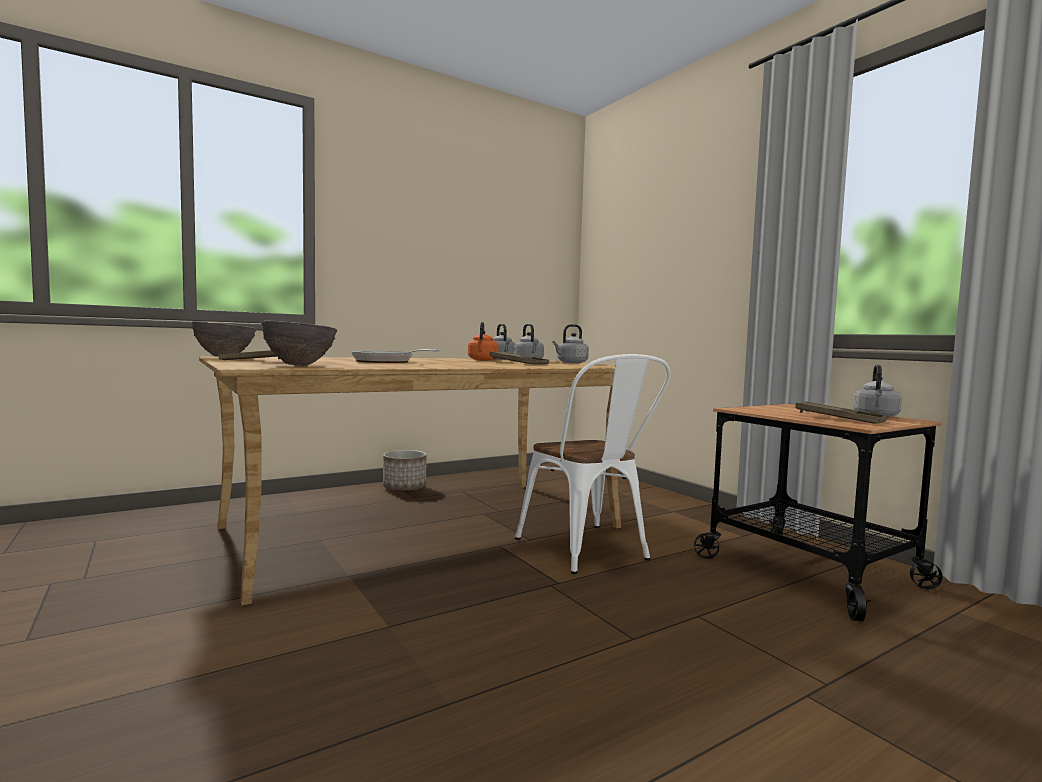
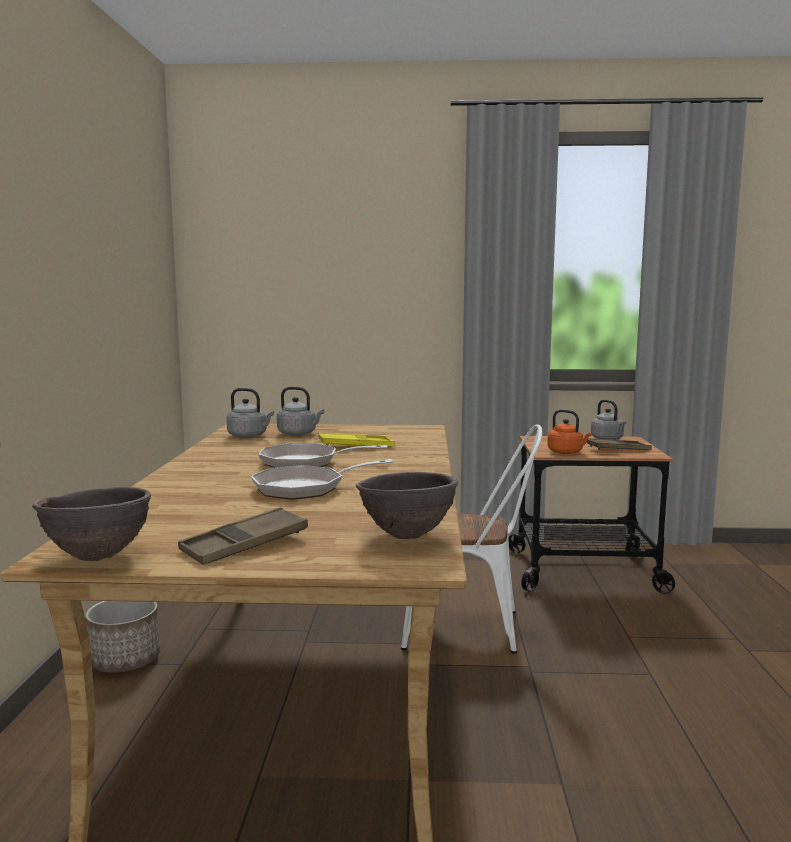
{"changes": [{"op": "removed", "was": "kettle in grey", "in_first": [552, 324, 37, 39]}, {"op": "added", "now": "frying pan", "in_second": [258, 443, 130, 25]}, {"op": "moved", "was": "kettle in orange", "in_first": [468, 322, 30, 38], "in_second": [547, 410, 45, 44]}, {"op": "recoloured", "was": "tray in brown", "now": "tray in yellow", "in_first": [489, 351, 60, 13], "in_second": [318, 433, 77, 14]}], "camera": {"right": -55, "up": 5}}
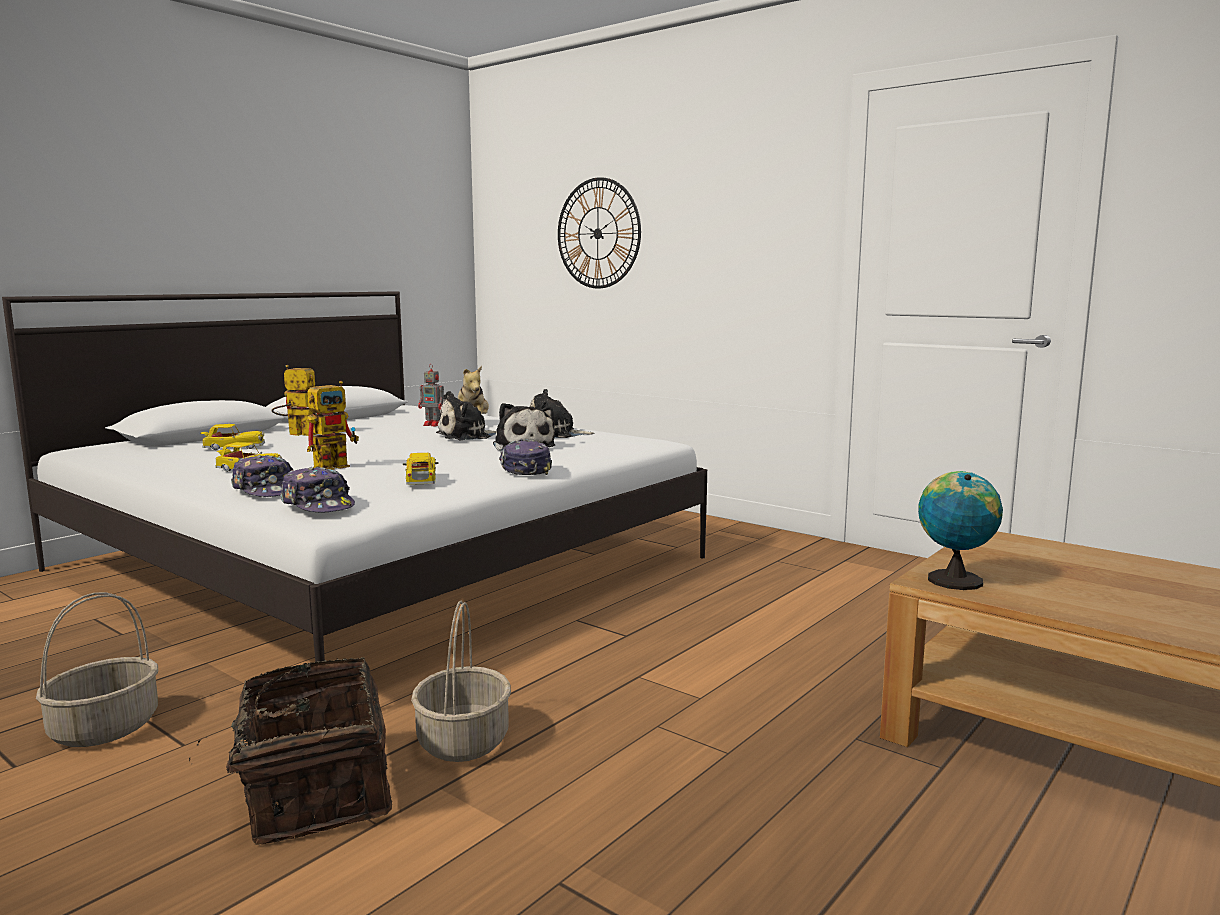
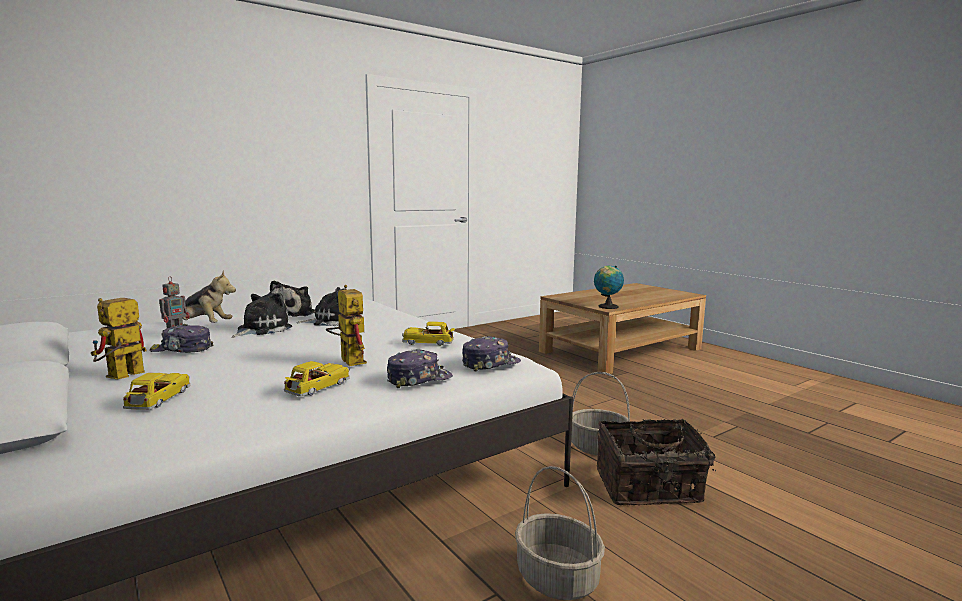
{"changes": [{"op": "removed", "was": "wall clock", "in_first": [558, 177, 83, 112]}, {"op": "moved", "was": "cap", "in_first": [499, 439, 53, 36], "in_second": [150, 324, 63, 29]}, {"op": "turned", "was": "plush toy", "in_first": [436, 391, 61, 49], "in_second": [232, 293, 60, 45], "clockwise": -135}], "camera": {"right": -75, "up": 0}}
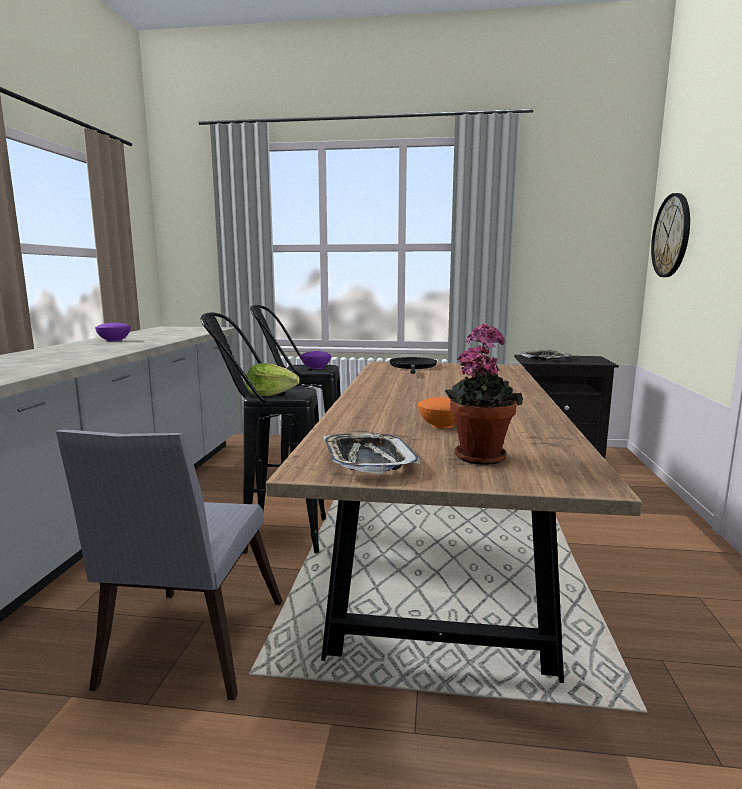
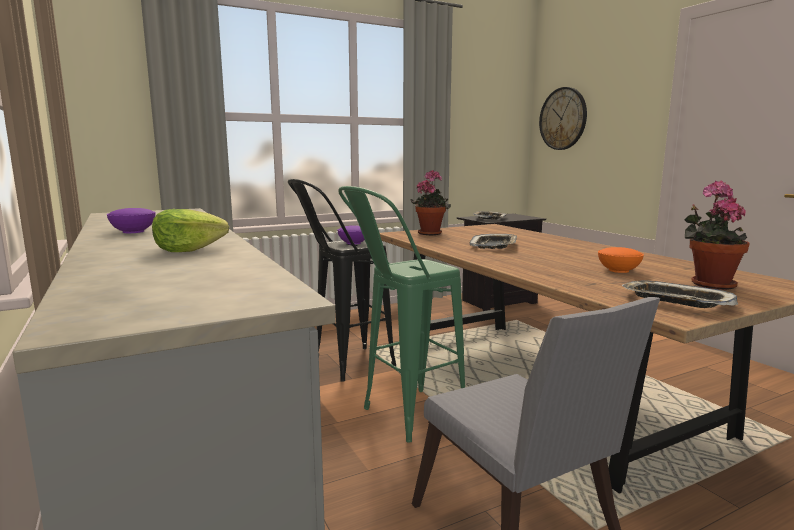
{"changes": [{"op": "added", "now": "tray", "in_second": [469, 234, 48, 15]}, {"op": "moved", "was": "lettuce", "in_first": [246, 363, 54, 33], "in_second": [152, 209, 77, 43]}, {"op": "replaced", "was": "frying pan in black", "now": "potted plant", "in_first": [389, 357, 48, 17], "in_second": [411, 170, 40, 65]}, {"op": "recoloured", "was": "stool in black", "now": "stool in green", "in_first": [200, 312, 126, 242], "in_second": [338, 186, 127, 257]}], "camera": {"right": -35, "up": 0}}
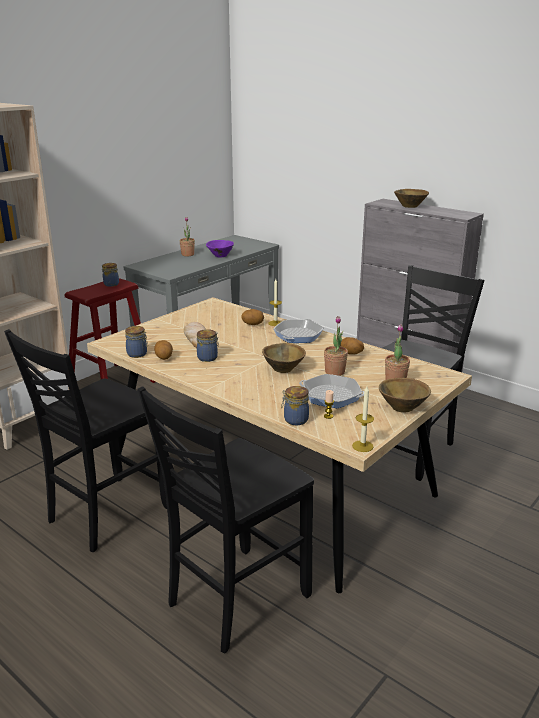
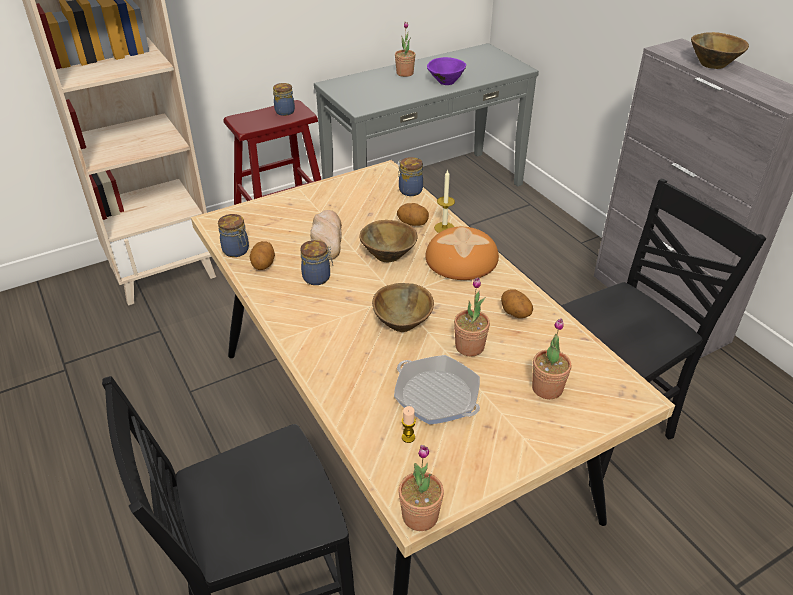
{"changes": [{"op": "removed", "was": "chair in black", "in_first": [4, 329, 163, 223]}, {"op": "moved", "was": "jar", "in_first": [281, 386, 28, 39], "in_second": [398, 157, 25, 39]}, {"op": "moved", "was": "bowl in brown", "in_first": [379, 378, 52, 35], "in_second": [360, 220, 58, 42]}, {"op": "replaced", "was": "frying pan", "now": "bread", "in_first": [273, 319, 51, 24], "in_second": [425, 227, 74, 53]}, {"op": "replaced", "was": "candle", "now": "potted plant", "in_first": [352, 386, 22, 66], "in_second": [399, 445, 45, 86]}], "camera": {"right": 20, "up": 15}}
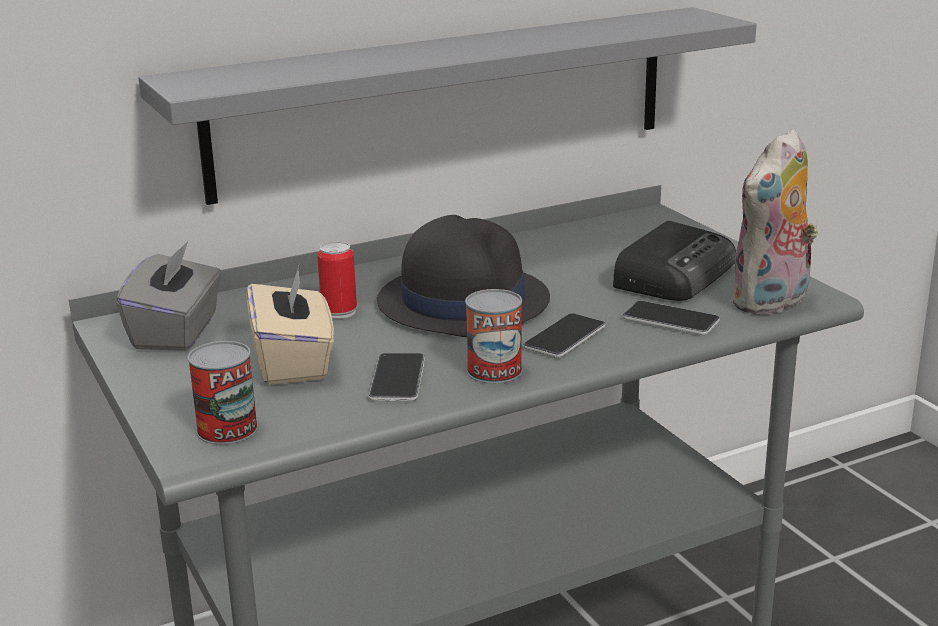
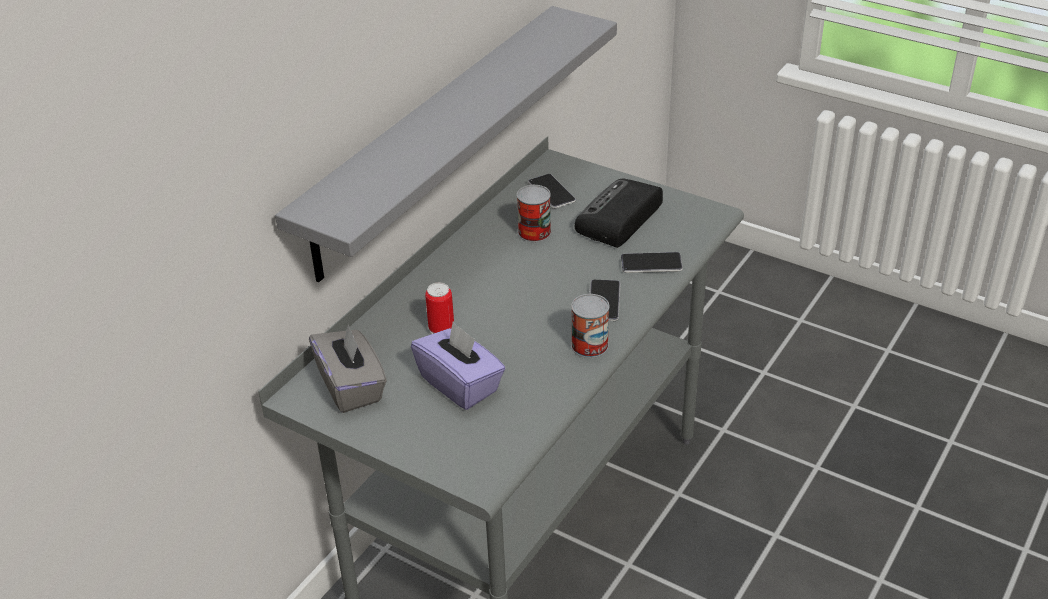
{"changes": [{"op": "removed", "was": "hat in black", "in_first": [377, 215, 173, 122]}, {"op": "removed", "was": "plush toy", "in_first": [730, 129, 88, 186]}, {"op": "moved", "was": "can", "in_first": [188, 341, 70, 104], "in_second": [517, 185, 34, 57]}, {"op": "moved", "was": "phone", "in_first": [368, 353, 57, 48], "in_second": [528, 174, 48, 35]}, {"op": "recoloured", "was": "tissue box in beige", "now": "tissue box in purple", "in_first": [246, 266, 88, 119], "in_second": [411, 321, 95, 89]}, {"op": "turned", "was": "radio", "in_first": [613, 221, 123, 80], "in_second": [575, 179, 88, 69], "clockwise": -150}], "camera": {"right": -30, "up": 15}}
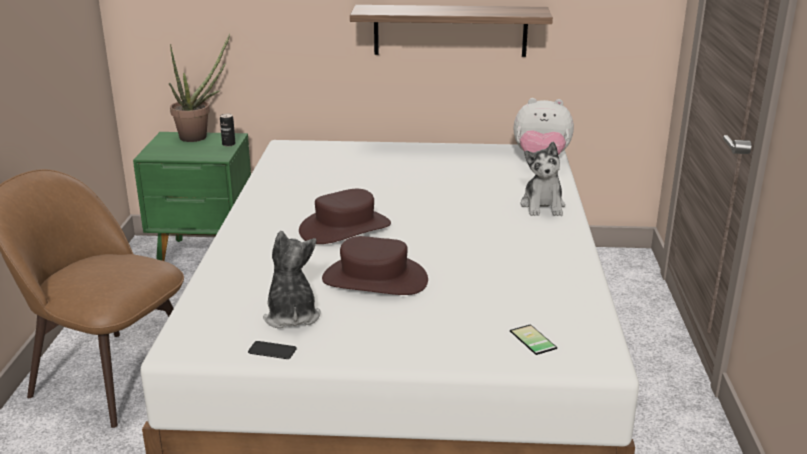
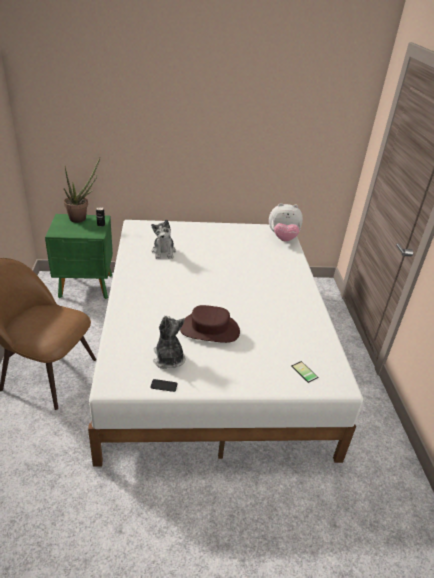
{"changes": [{"op": "removed", "was": "hat in brown", "in_first": [299, 189, 92, 55]}, {"op": "removed", "was": "shelf", "in_first": [350, 5, 203, 52]}, {"op": "moved", "was": "plush toy", "in_first": [521, 142, 44, 74], "in_second": [151, 219, 25, 40]}], "camera": {"right": -10, "up": 10}}
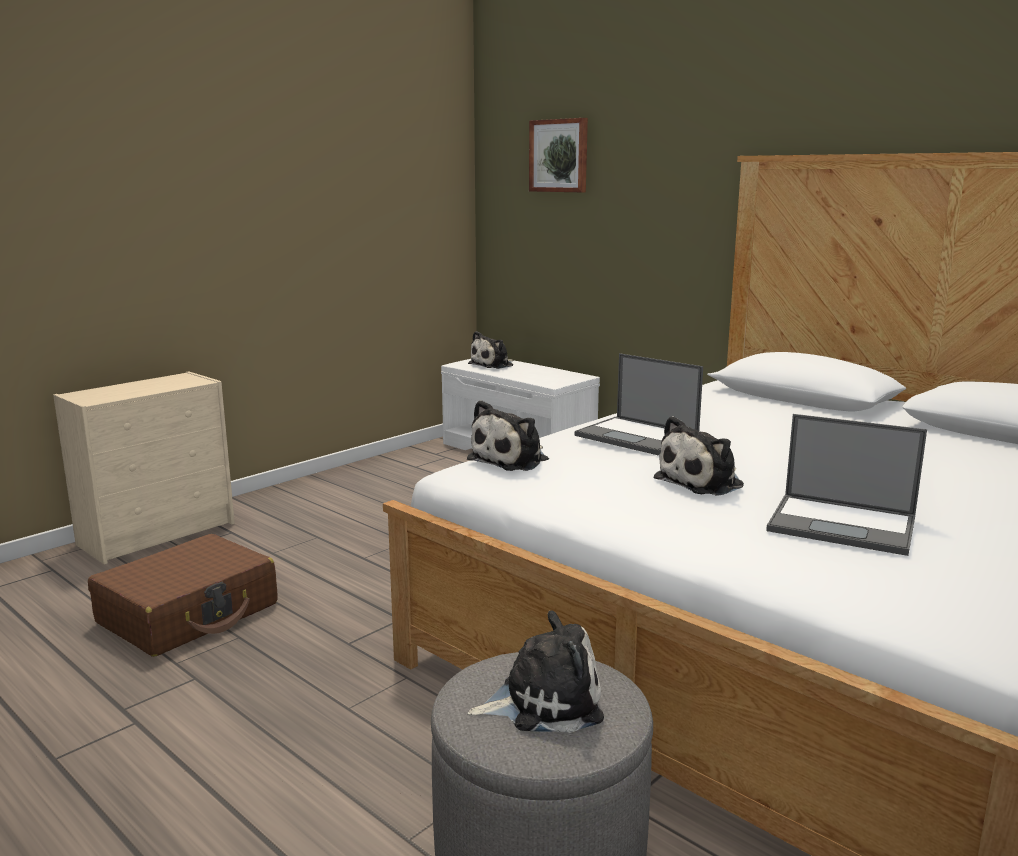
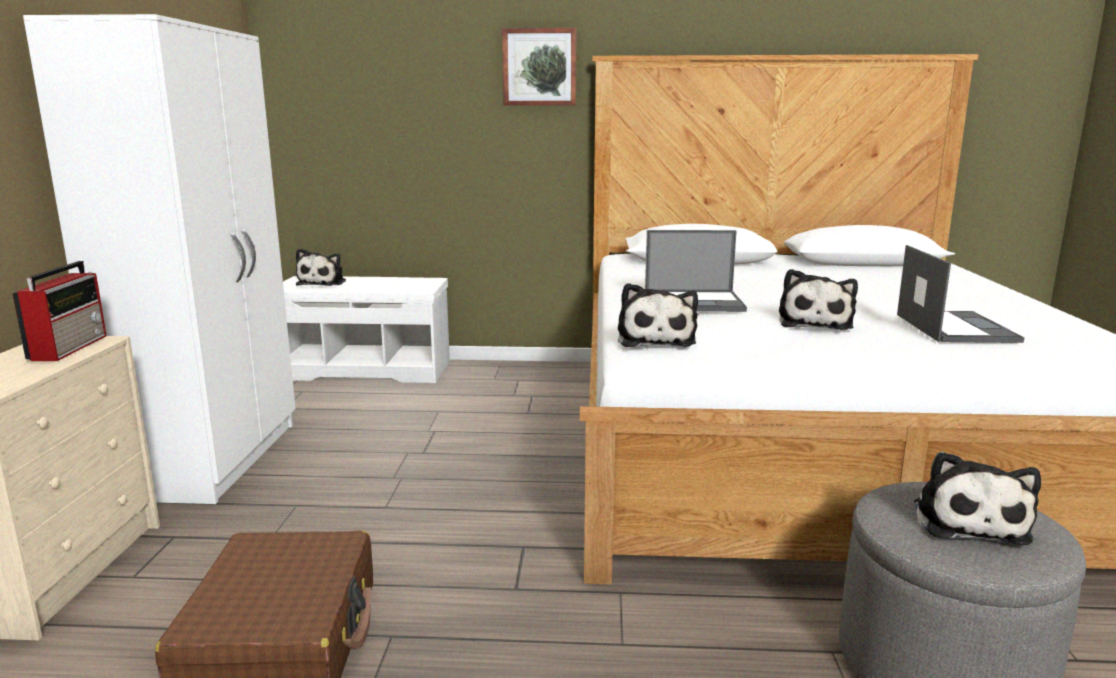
{"changes": [{"op": "added", "now": "radio", "in_second": [12, 261, 95, 100]}, {"op": "added", "now": "wardrobe in white", "in_second": [23, 14, 273, 490]}, {"op": "moved", "was": "picture", "in_first": [529, 118, 59, 74], "in_second": [502, 28, 75, 78]}, {"op": "turned", "was": "plush toy", "in_first": [467, 610, 137, 123], "in_second": [914, 451, 127, 95], "clockwise": 150}, {"op": "turned", "was": "laptop", "in_first": [766, 414, 161, 142], "in_second": [897, 245, 127, 98], "clockwise": -75}], "camera": {"right": -40, "up": 0}}
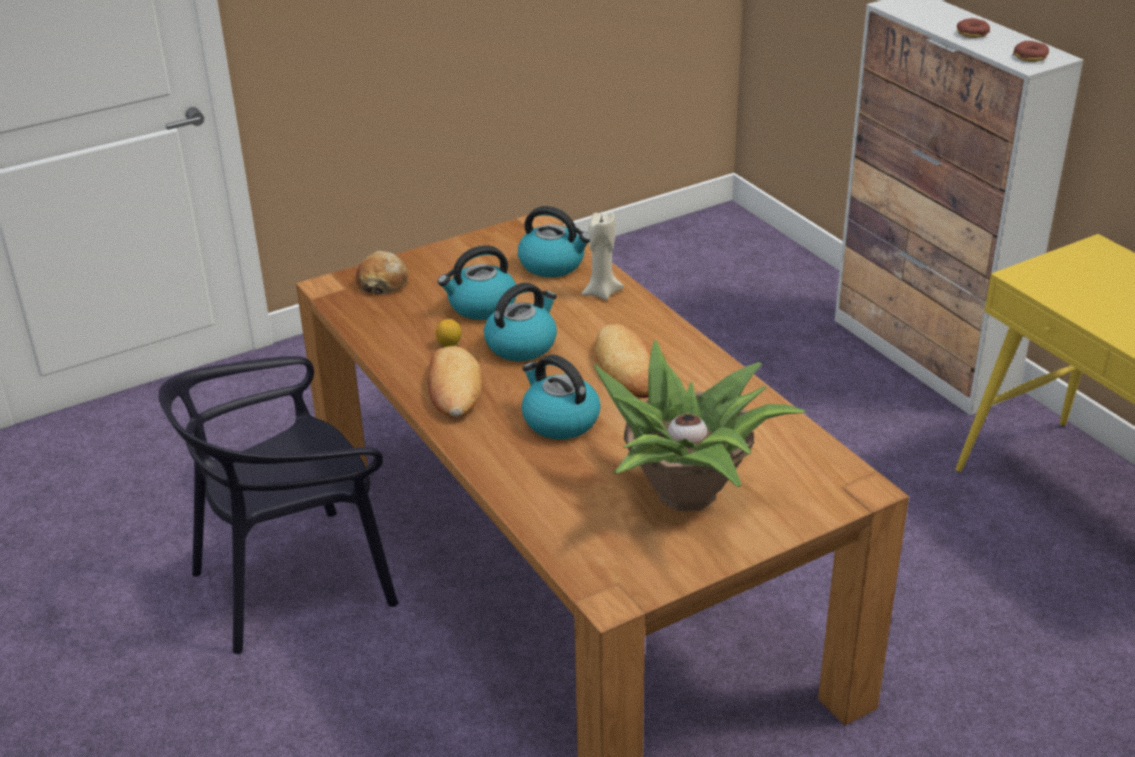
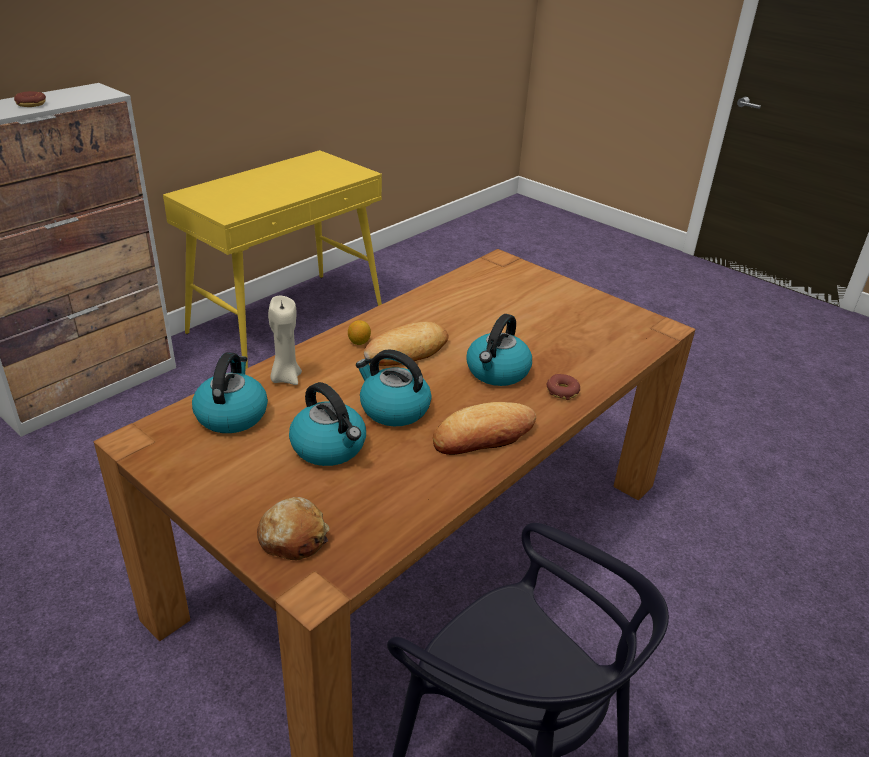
{"changes": [{"op": "removed", "was": "potted plant", "in_first": [594, 341, 211, 170]}, {"op": "moved", "was": "lemon", "in_first": [435, 319, 27, 28], "in_second": [348, 320, 23, 25]}, {"op": "moved", "was": "donut", "in_first": [1013, 41, 36, 21], "in_second": [547, 374, 33, 26]}], "camera": {"right": -110, "up": 0}}
